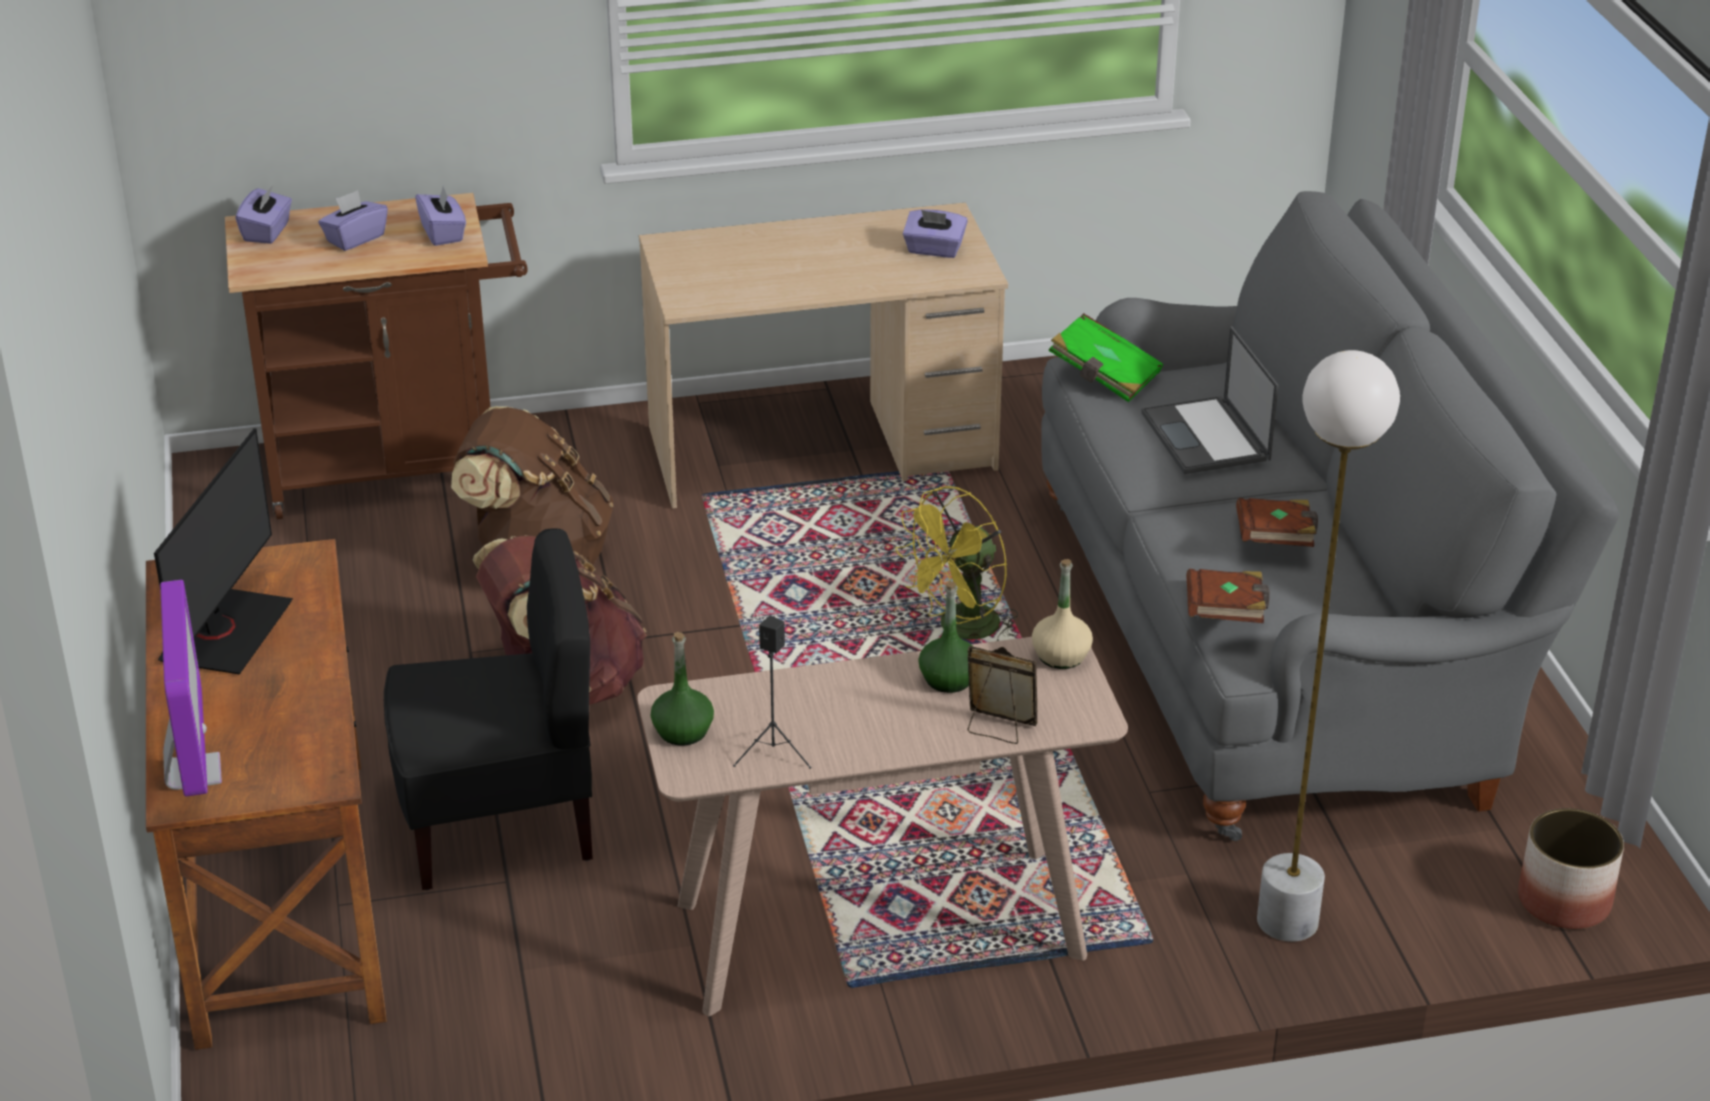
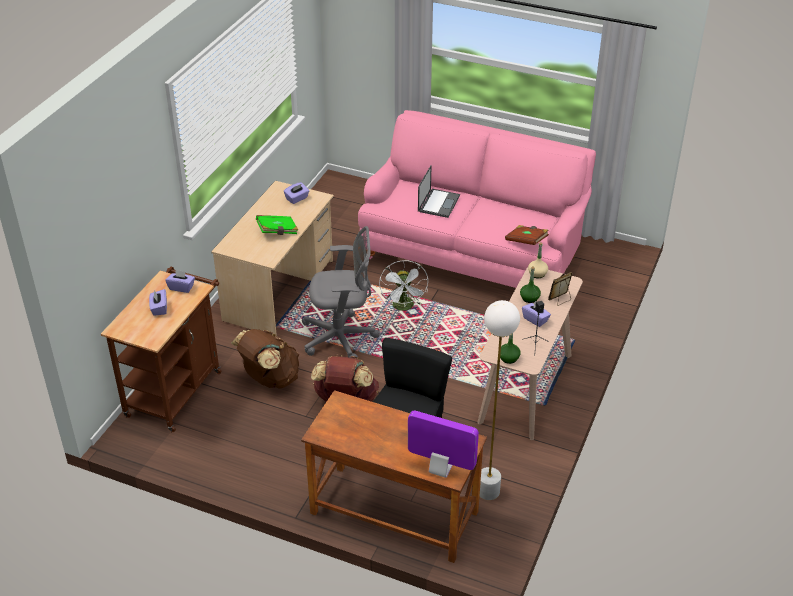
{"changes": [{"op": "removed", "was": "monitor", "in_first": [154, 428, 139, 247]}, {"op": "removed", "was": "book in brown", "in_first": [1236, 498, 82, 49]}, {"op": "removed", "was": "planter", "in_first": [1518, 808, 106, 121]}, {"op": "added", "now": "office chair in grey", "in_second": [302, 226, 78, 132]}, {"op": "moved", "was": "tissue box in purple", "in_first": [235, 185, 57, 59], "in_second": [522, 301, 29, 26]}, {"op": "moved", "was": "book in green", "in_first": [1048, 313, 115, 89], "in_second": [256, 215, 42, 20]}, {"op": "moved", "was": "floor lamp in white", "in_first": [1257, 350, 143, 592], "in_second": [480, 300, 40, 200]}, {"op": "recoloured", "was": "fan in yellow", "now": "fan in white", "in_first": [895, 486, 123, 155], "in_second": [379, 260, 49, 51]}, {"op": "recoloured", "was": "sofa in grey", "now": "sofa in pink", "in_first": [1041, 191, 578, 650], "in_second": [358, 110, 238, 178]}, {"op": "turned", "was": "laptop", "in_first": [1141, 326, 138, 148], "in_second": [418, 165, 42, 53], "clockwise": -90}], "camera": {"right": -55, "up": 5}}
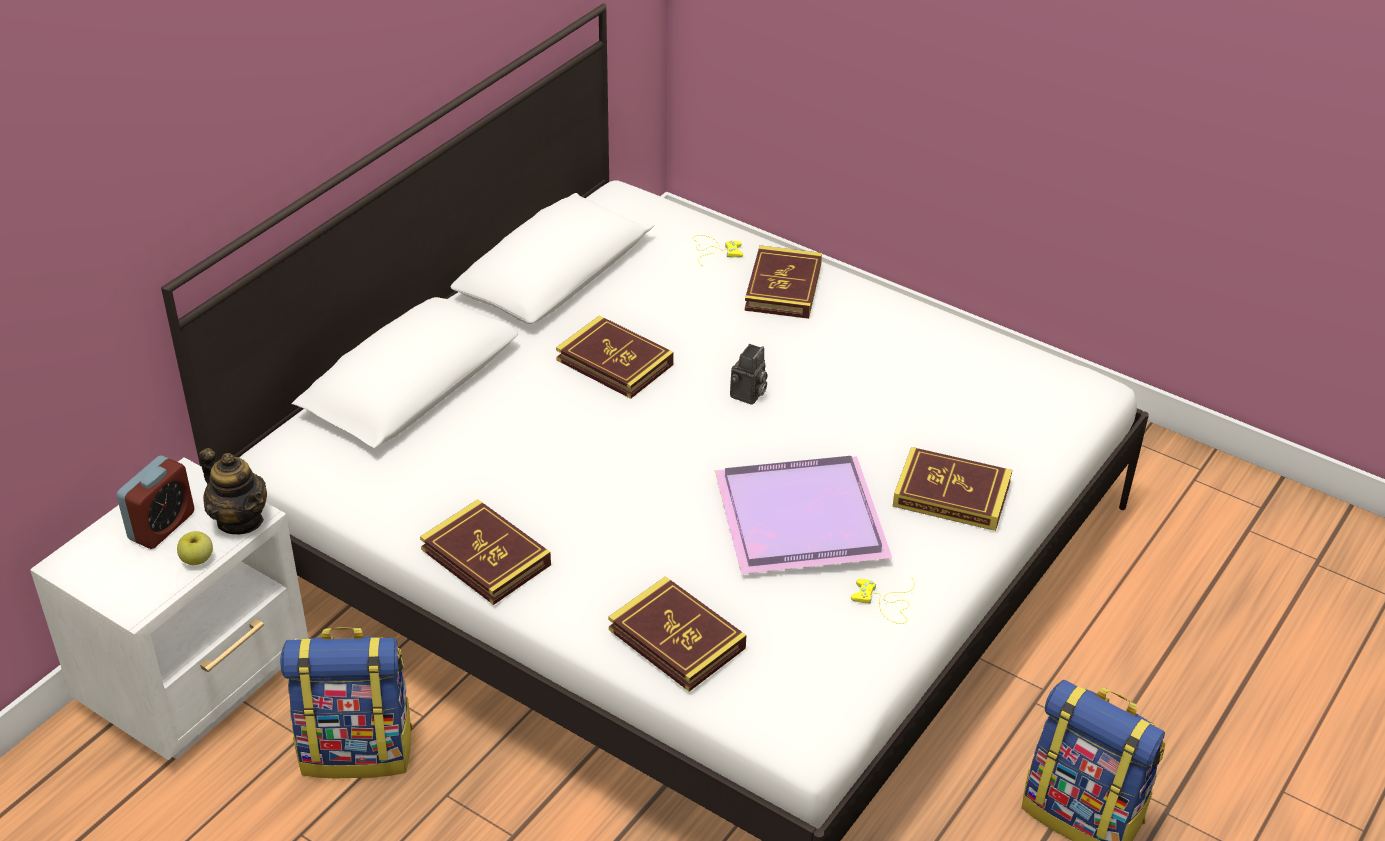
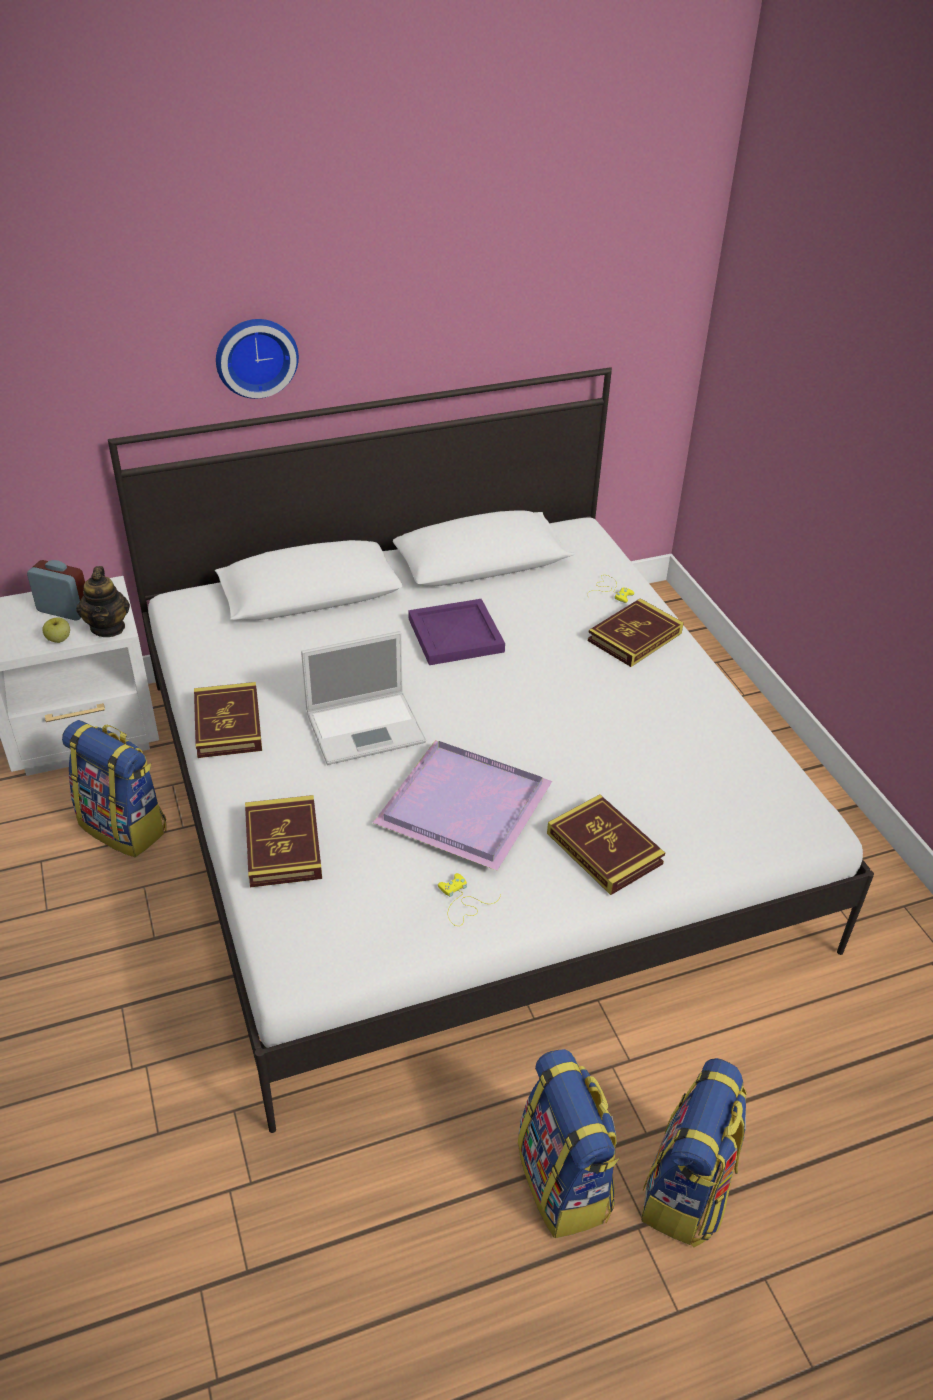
{"changes": [{"op": "removed", "was": "photo camera", "in_first": [730, 344, 37, 61]}, {"op": "added", "now": "wall clock", "in_second": [216, 319, 83, 80]}, {"op": "added", "now": "laptop", "in_second": [301, 631, 125, 134]}, {"op": "added", "now": "backpack", "in_second": [641, 1058, 106, 189]}, {"op": "replaced", "was": "book", "now": "tray in purple", "in_first": [556, 315, 118, 84], "in_second": [409, 599, 96, 66]}, {"op": "turned", "was": "alarm clock", "in_first": [116, 455, 78, 94], "in_second": [27, 560, 58, 61], "clockwise": -135}], "camera": {"right": 35, "up": 0}}
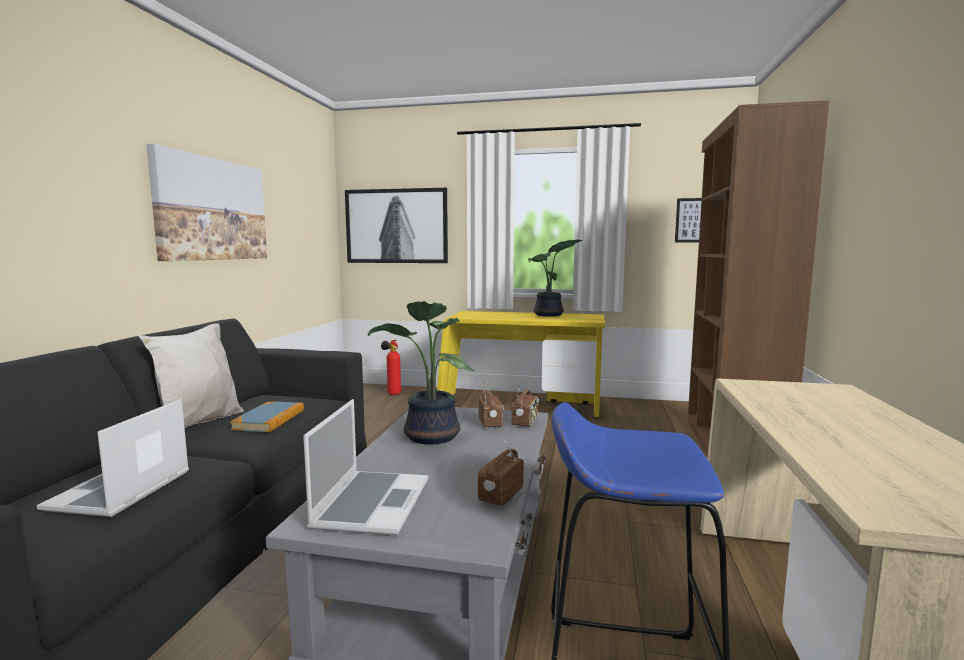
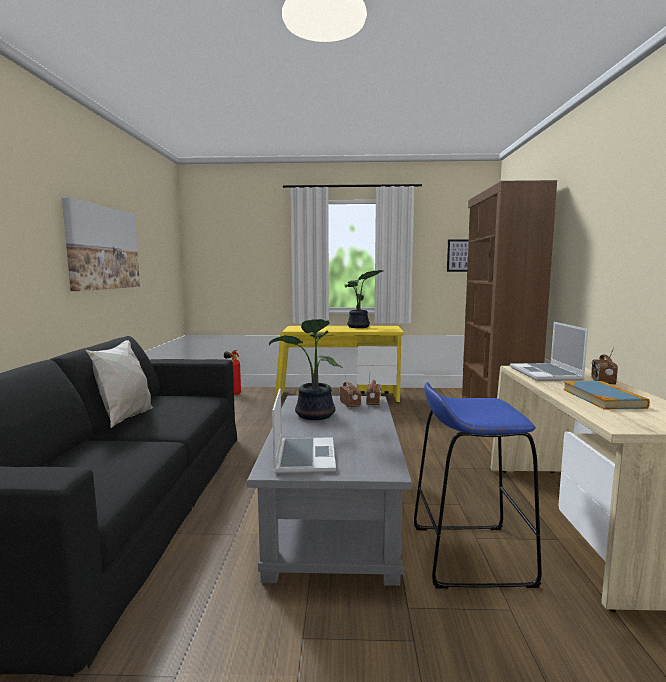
{"changes": [{"op": "removed", "was": "picture", "in_first": [345, 188, 103, 75]}, {"op": "moved", "was": "laptop", "in_first": [37, 399, 152, 118], "in_second": [510, 322, 78, 59]}, {"op": "moved", "was": "book", "in_first": [230, 402, 74, 30], "in_second": [563, 381, 87, 28]}, {"op": "moved", "was": "radio", "in_first": [478, 441, 46, 65], "in_second": [591, 347, 27, 38]}], "camera": {"right": -10, "up": 0}}
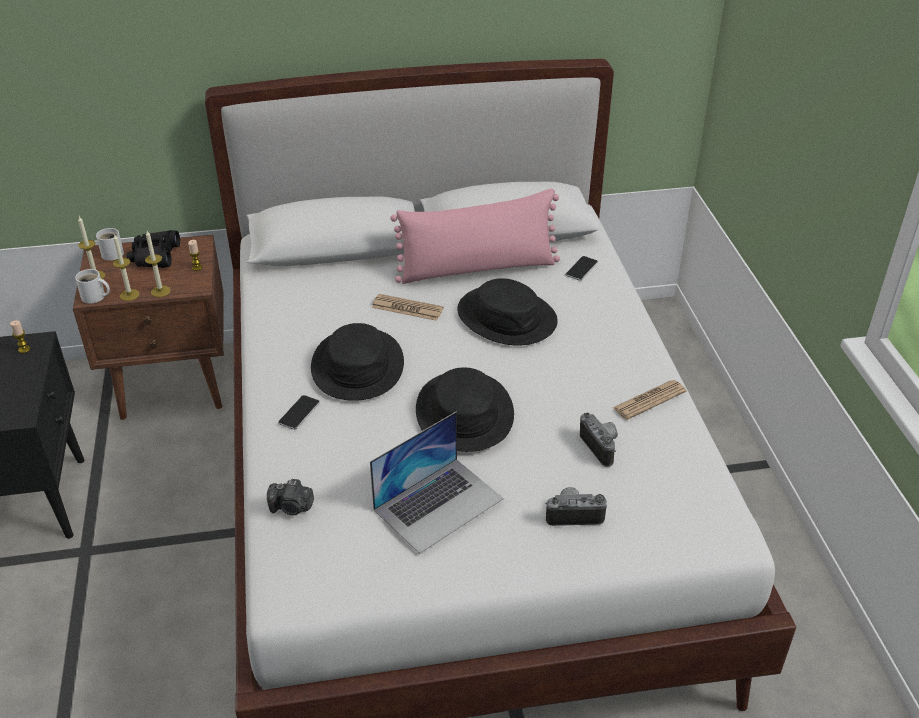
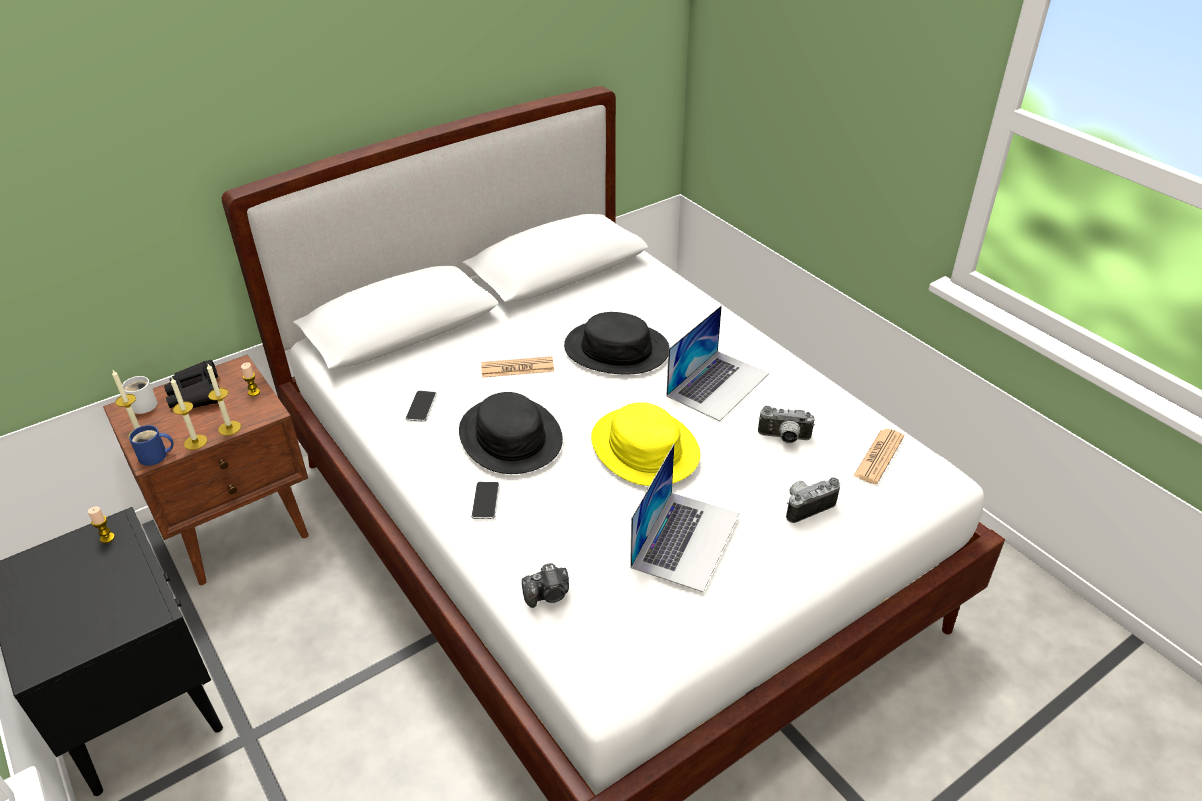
{"changes": [{"op": "removed", "was": "pillow in pink", "in_first": [390, 189, 170, 95]}, {"op": "added", "now": "laptop", "in_second": [666, 305, 103, 116]}, {"op": "moved", "was": "phone", "in_first": [565, 256, 33, 25], "in_second": [406, 391, 31, 31]}, {"op": "moved", "was": "newspaper", "in_first": [613, 380, 73, 40], "in_second": [854, 429, 50, 55]}, {"op": "recoloured", "was": "mug in white", "now": "mug in blue", "in_first": [75, 269, 35, 35], "in_second": [129, 425, 44, 41]}, {"op": "recoloured", "was": "hat in black", "now": "hat in yellow", "in_first": [416, 367, 98, 85], "in_second": [591, 402, 109, 84]}, {"op": "turned", "was": "photo camera", "in_first": [580, 413, 38, 54], "in_second": [758, 406, 57, 37], "clockwise": 150}], "camera": {"right": -25, "up": 0}}
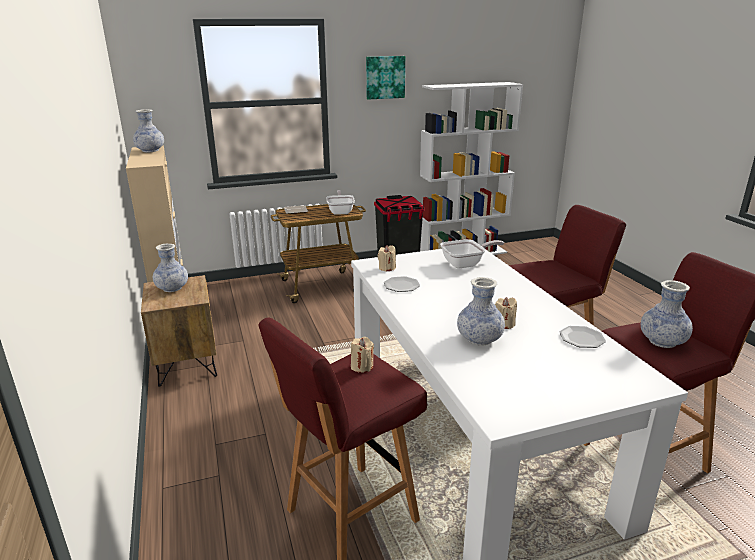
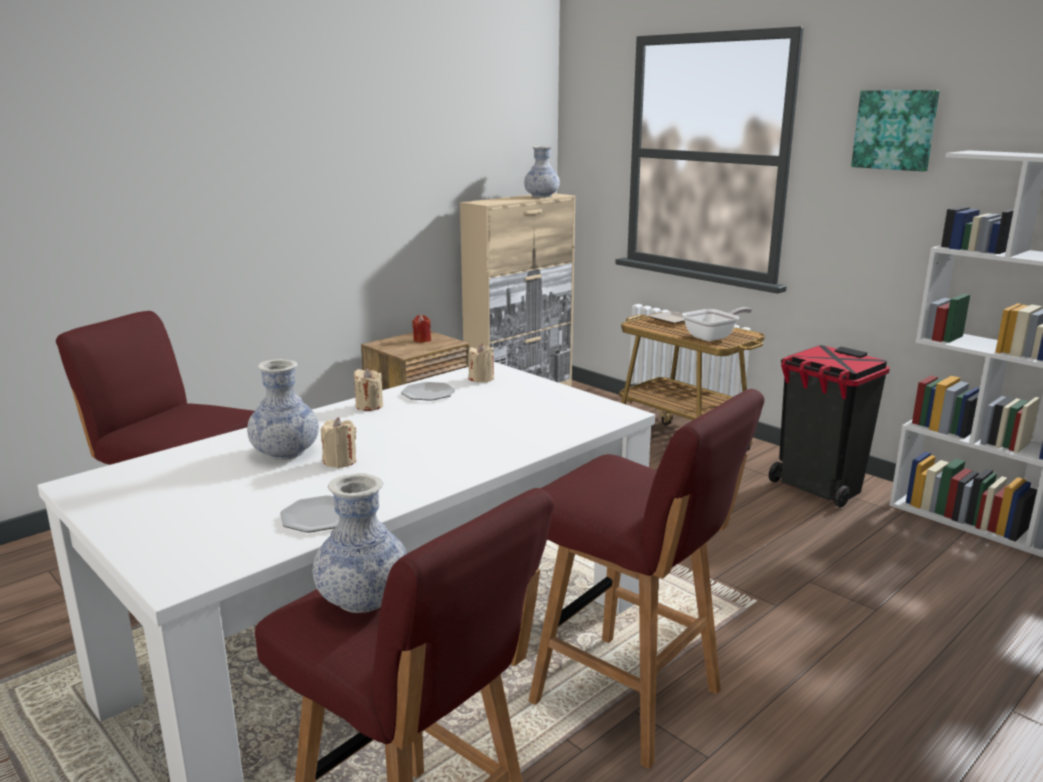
{"changes": [{"op": "removed", "was": "frying pan", "in_first": [440, 239, 64, 30]}, {"op": "moved", "was": "candle in beige", "in_first": [351, 337, 23, 36], "in_second": [354, 368, 29, 43]}, {"op": "replaced", "was": "vase", "now": "candle in red", "in_first": [153, 244, 35, 48], "in_second": [412, 315, 19, 28]}], "camera": {"right": 65, "up": -5}}
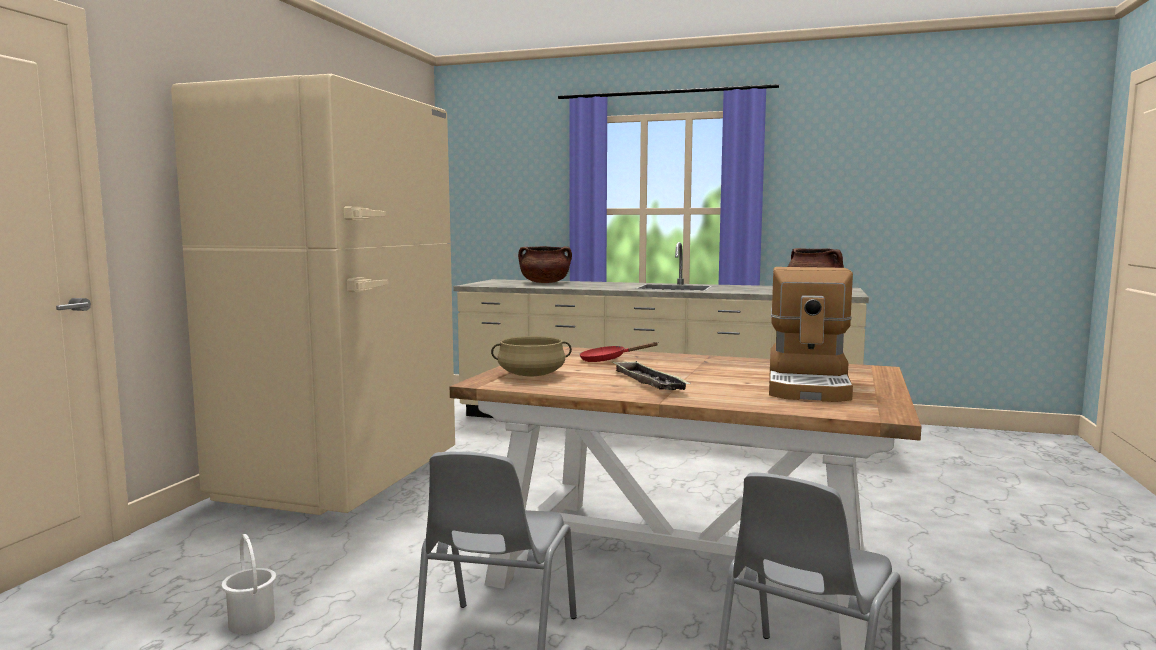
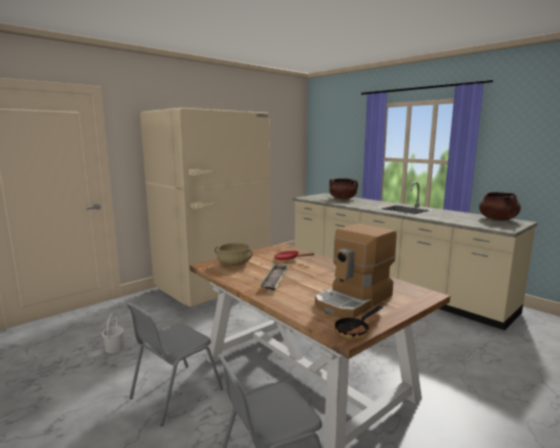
{"changes": [{"op": "added", "now": "frying pan", "in_second": [334, 305, 49, 34]}], "camera": {"right": 30, "up": 5}}
